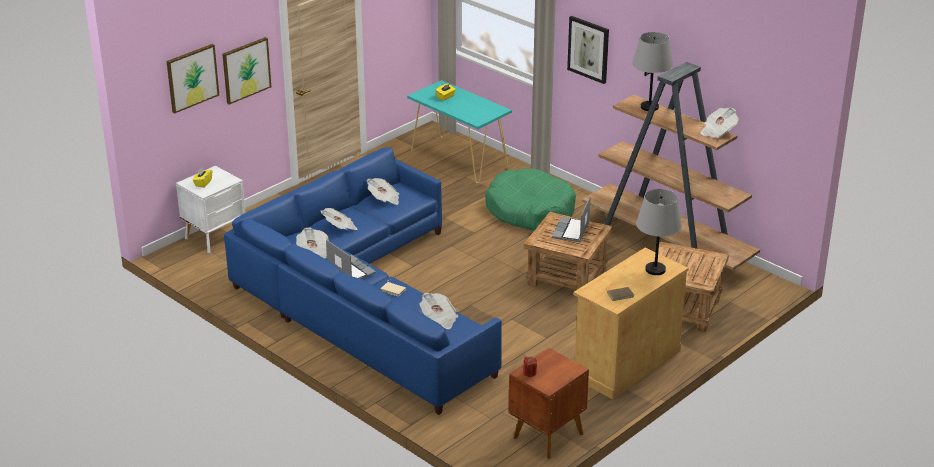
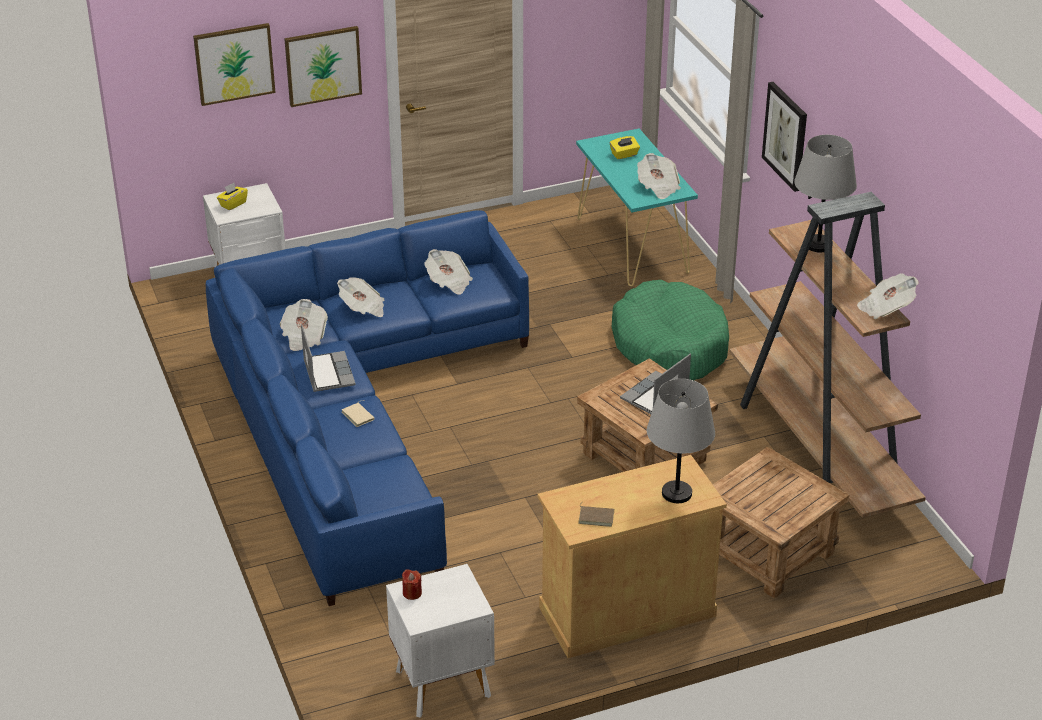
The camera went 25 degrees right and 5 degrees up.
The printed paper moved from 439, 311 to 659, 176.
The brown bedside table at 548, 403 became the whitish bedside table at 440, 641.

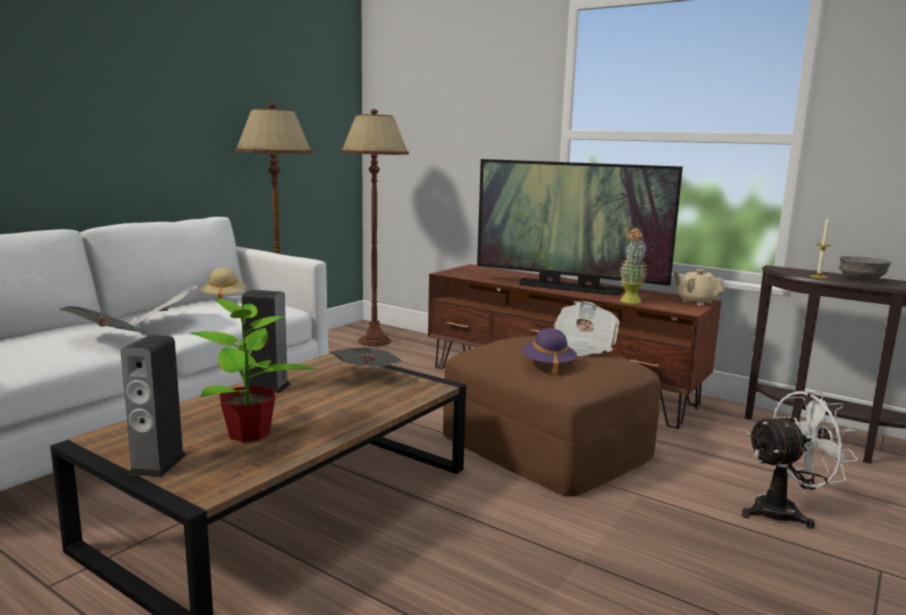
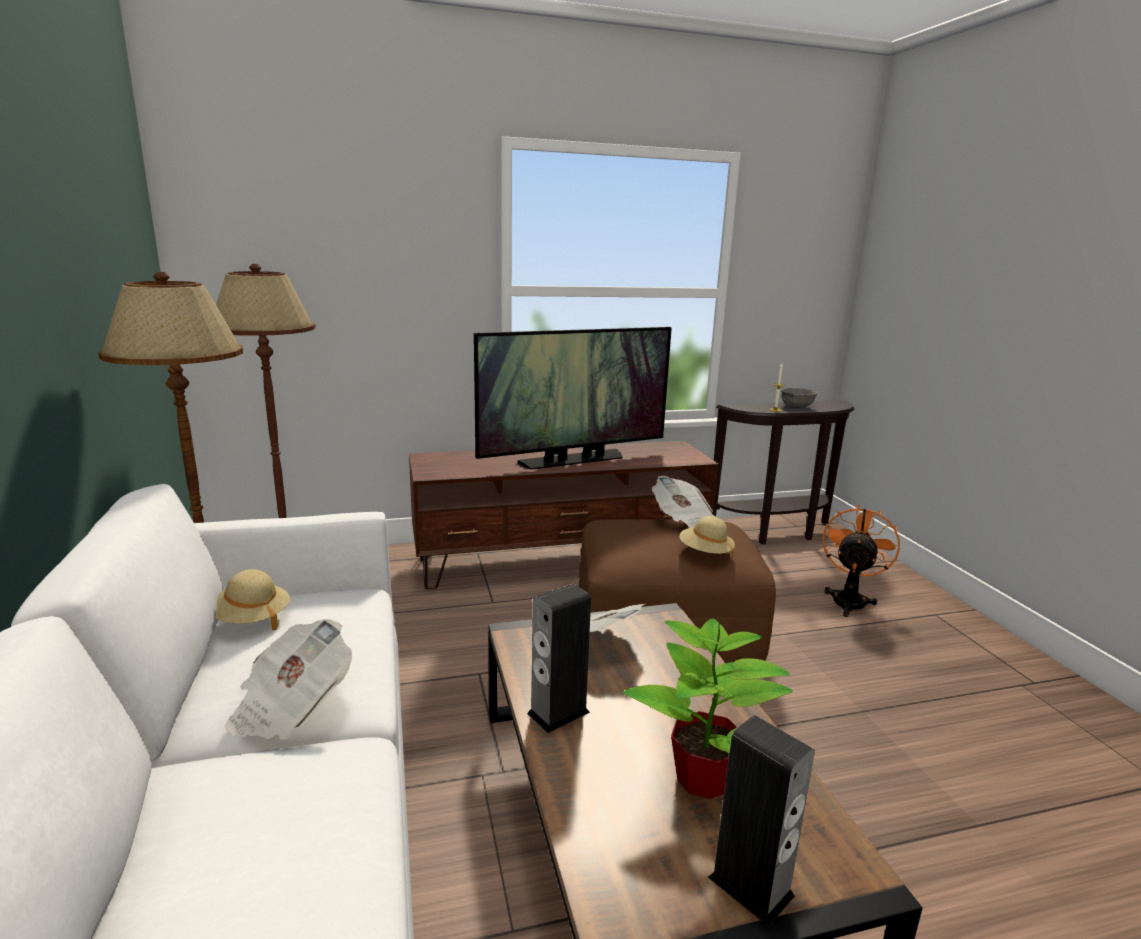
The camera went 50 degrees left and 5 degrees up.
The houseplant at 633, 265 disappeared.
The sand-coloured pot for tea at 699, 287 disappeared.
The printed paper at 102, 319 disappeared.
The purple wearable hat at 549, 351 became the sand-coloured wearable hat at 707, 538.
The whitish fan at 800, 460 became the orangey fan at 861, 560.

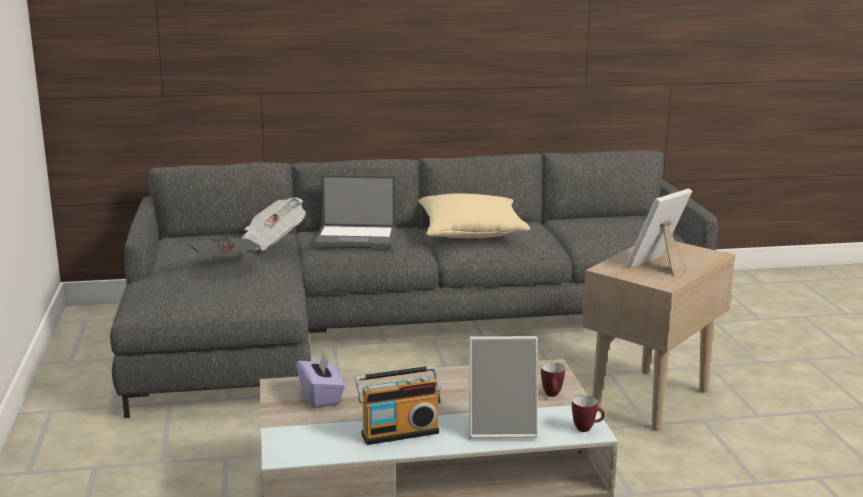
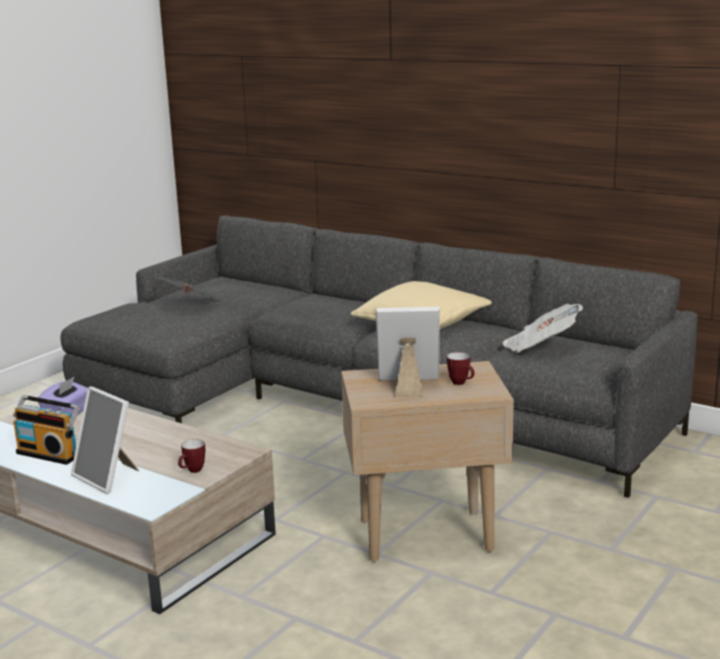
The camera went 45 degrees right and 0 degrees up.
The portable computer at 355, 211 disappeared.
The printed paper moved from 274, 224 to 542, 328.
The mug moved from 588, 413 to 460, 368.

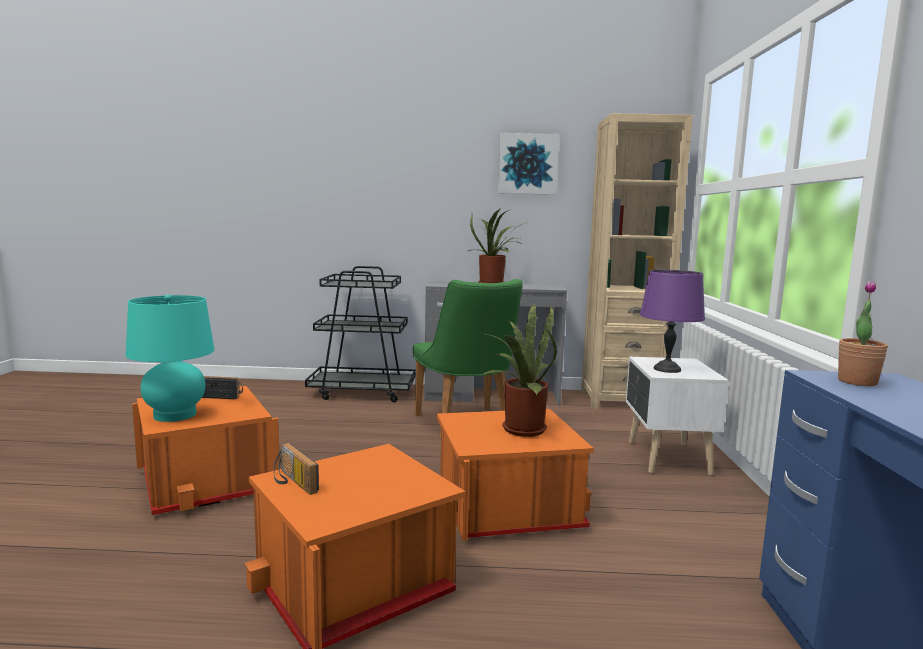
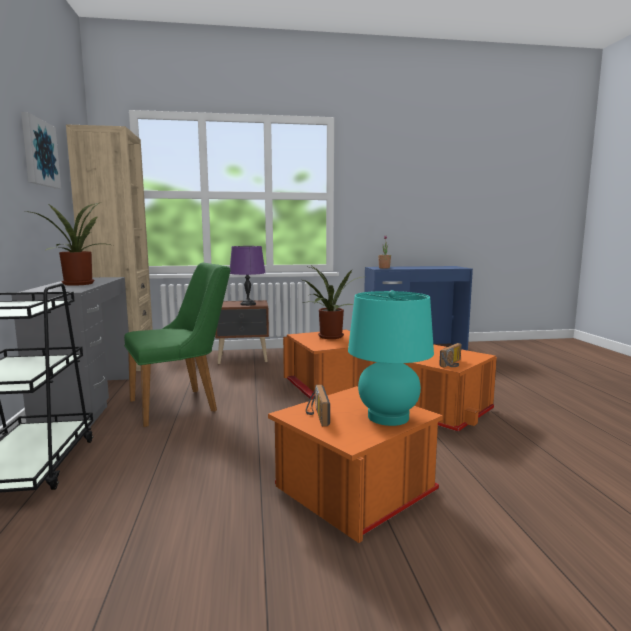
The camera went 100 degrees left and 0 degrees up.
The whitish bedside table at 677, 416 became the brown bedside table at 242, 332.

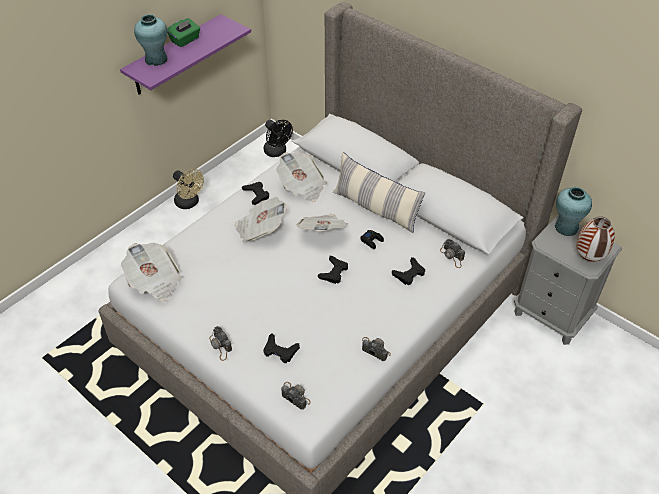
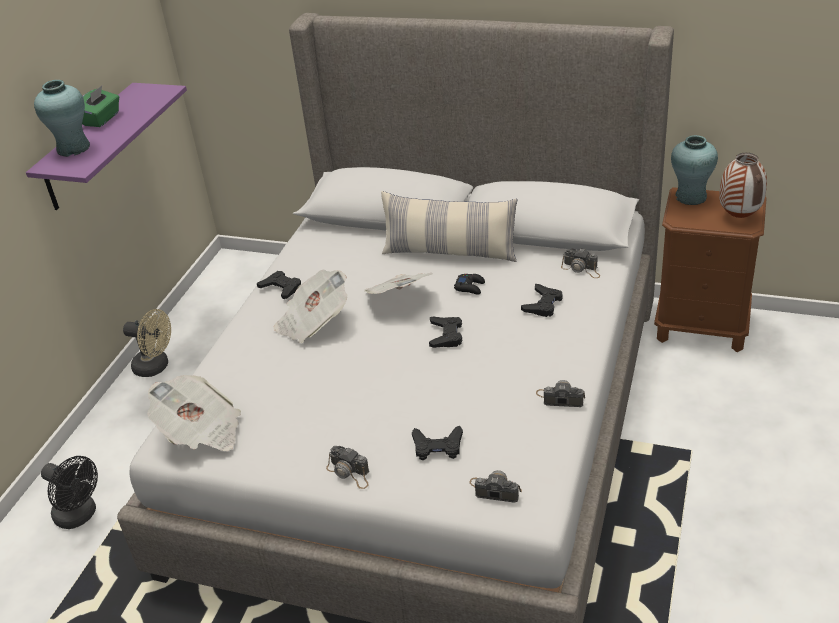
The camera went 20 degrees left and 10 degrees down.
The black fan moved from 278, 138 to 69, 492.
The printed paper at 301, 177 disappeared.
The grey bedside table at 568, 280 became the brown bedside table at 710, 269.

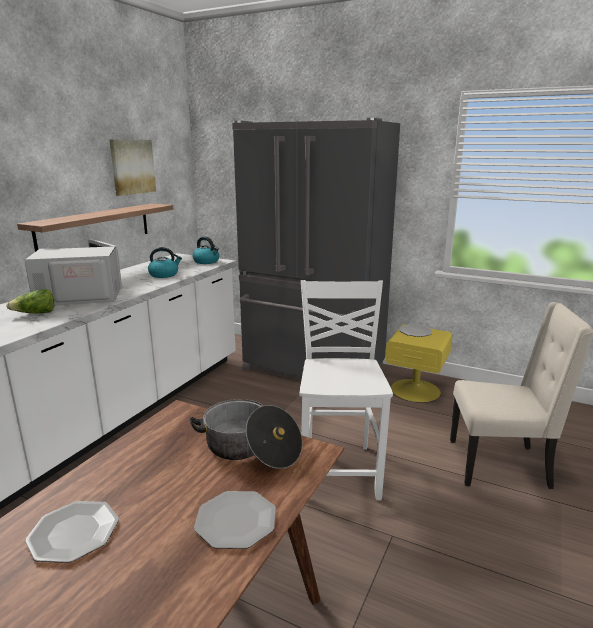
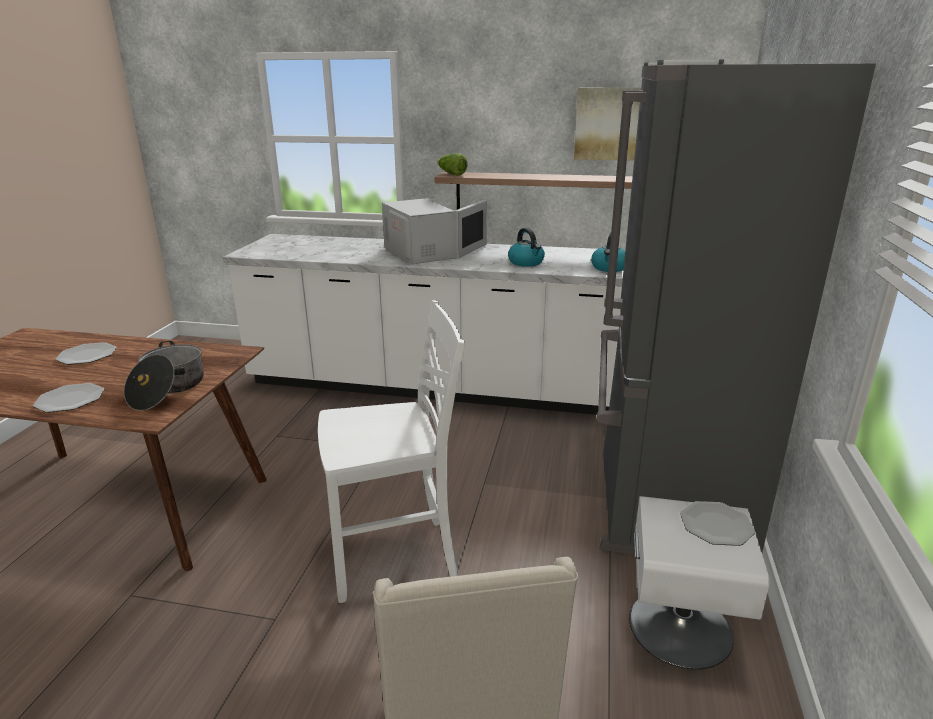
The camera went 75 degrees right and 5 degrees up.
The lettuce moved from 30, 301 to 452, 164.
The yellowish bedside table at 418, 364 became the whitish bedside table at 699, 582.

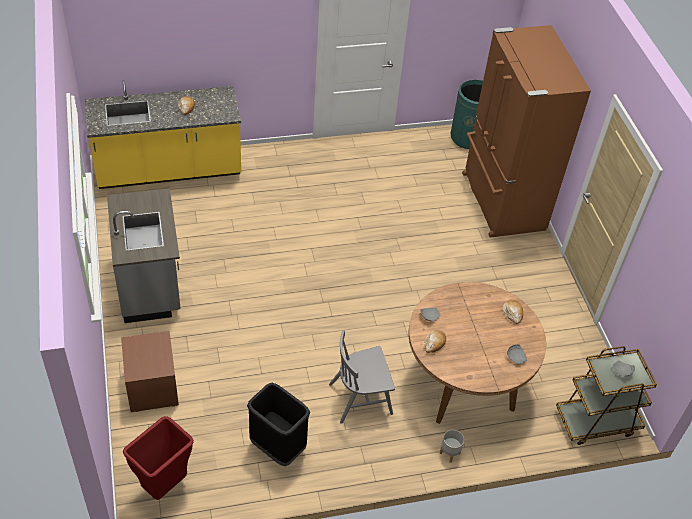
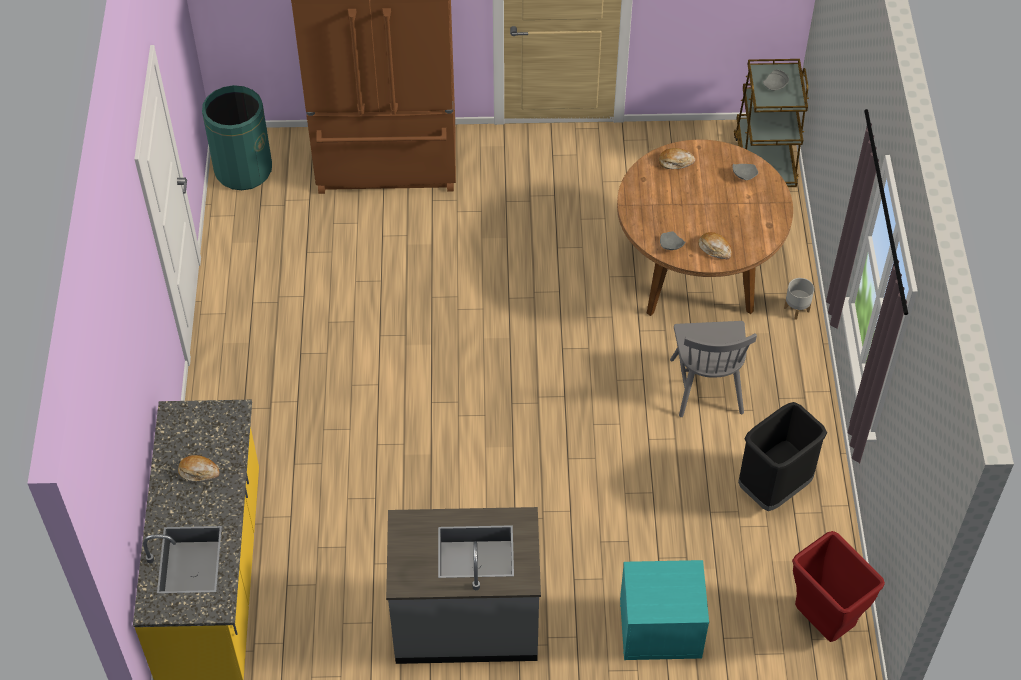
The camera went 75 degrees left and 5 degrees up.
The brown bedside table at 150, 371 became the turquoise bedside table at 664, 610.

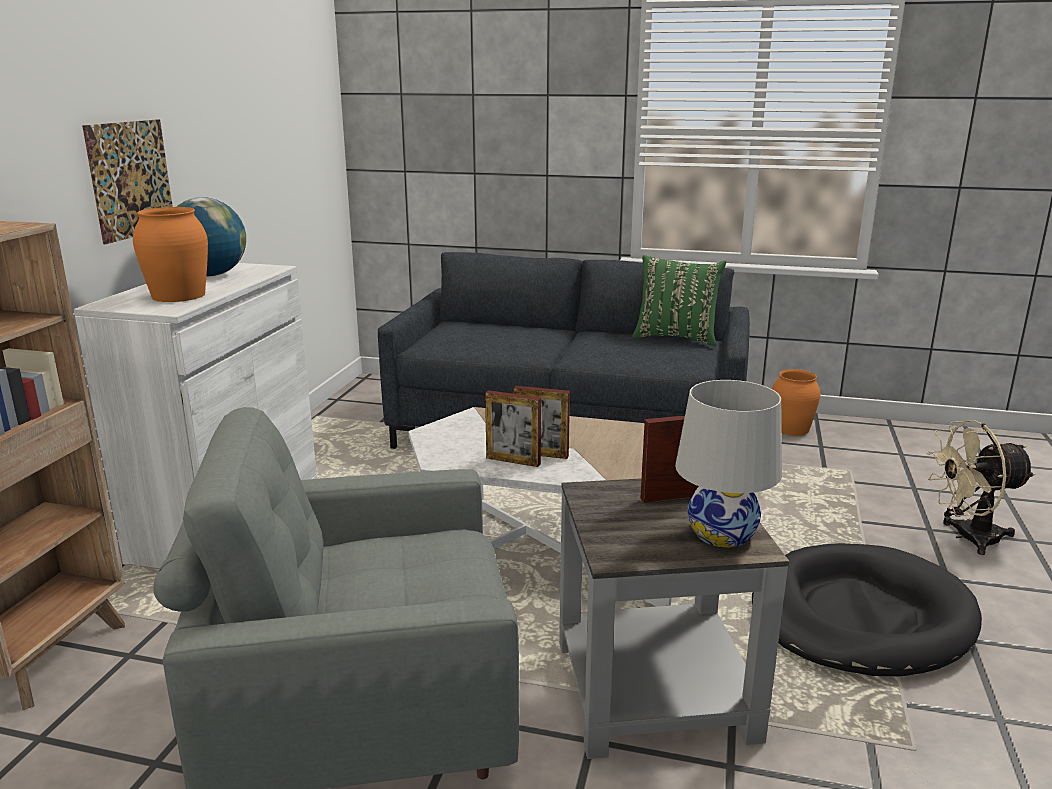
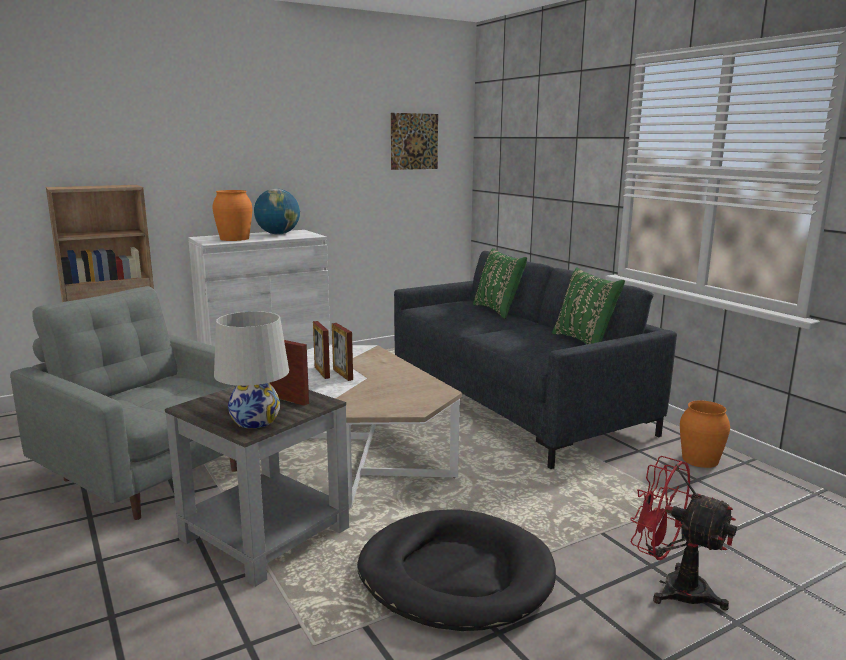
The camera went 45 degrees right and 5 degrees down.
The wall picture moved from 127, 181 to 414, 141.
The sand-coloured fan at 981, 487 became the reddish fan at 683, 533.
The greenish pillow at 500, 283 appeared.

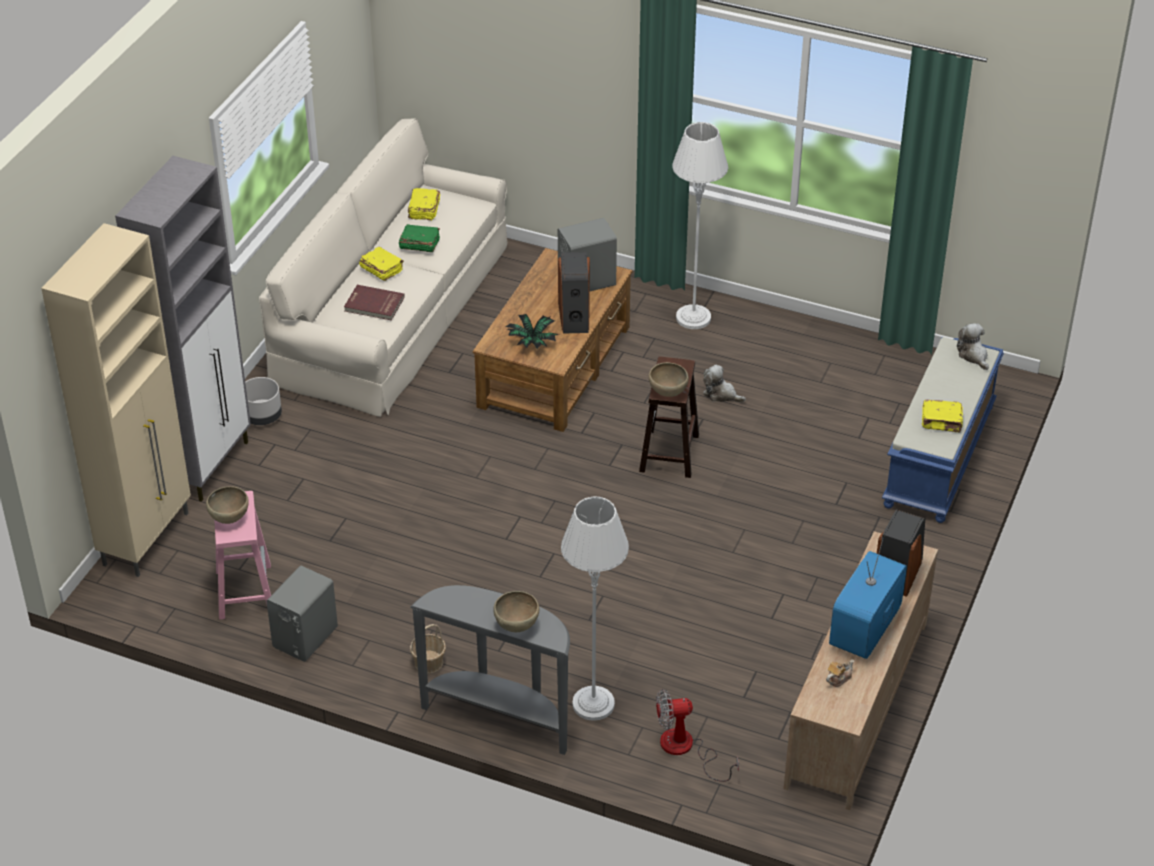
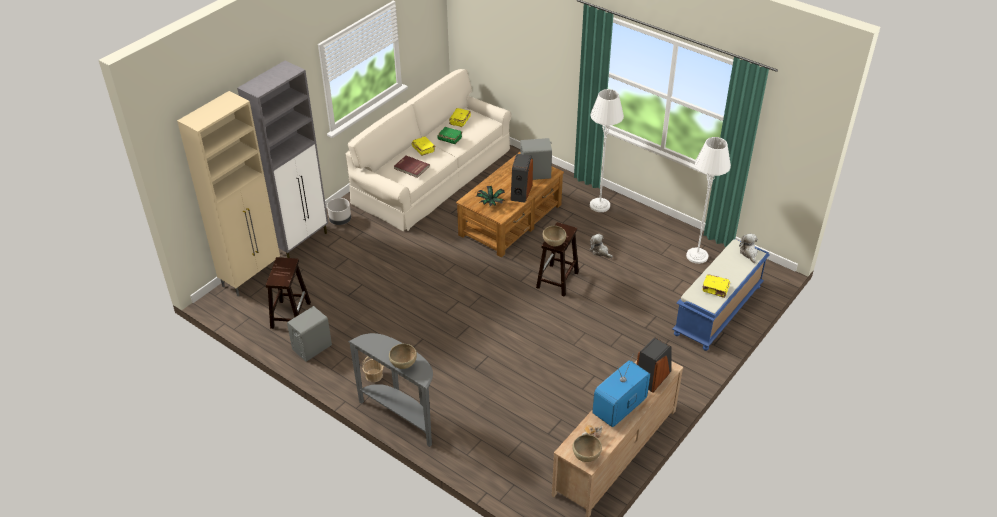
The camera went 15 degrees right and 0 degrees up.
The brown deep dish moved from 227, 505 to 587, 448.
The pinkish sitting stool at 242, 555 became the brown sitting stool at 288, 293.
The whitish standard lamp moved from 595, 608 to 708, 200.
The fan at 697, 735 disappeared.

